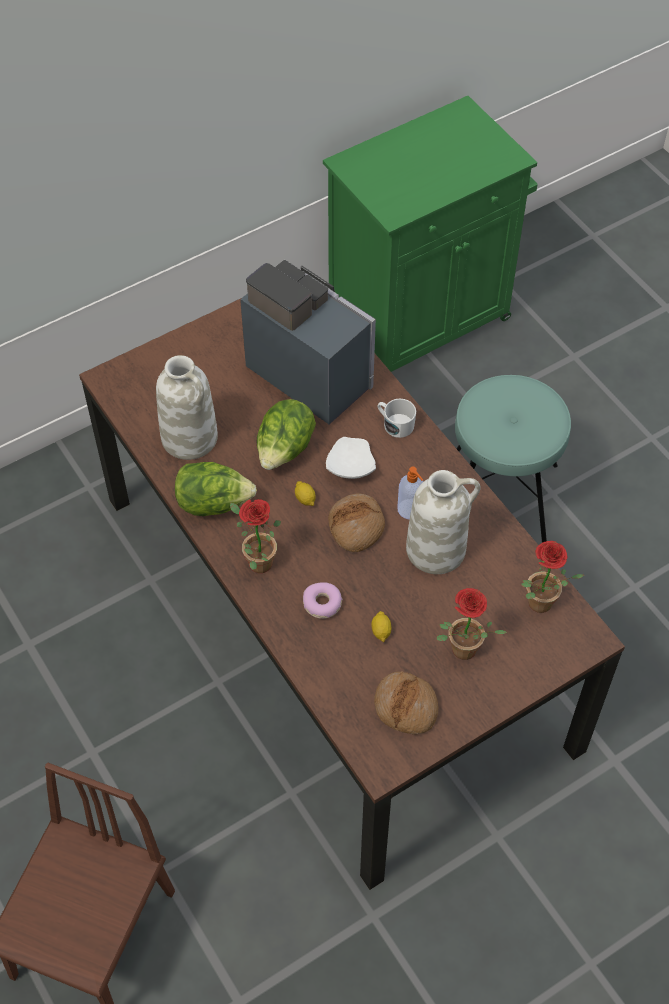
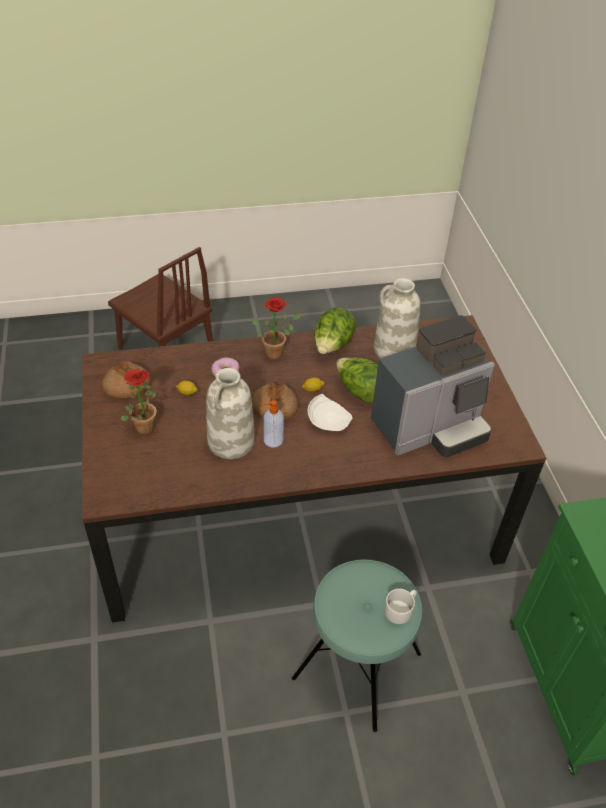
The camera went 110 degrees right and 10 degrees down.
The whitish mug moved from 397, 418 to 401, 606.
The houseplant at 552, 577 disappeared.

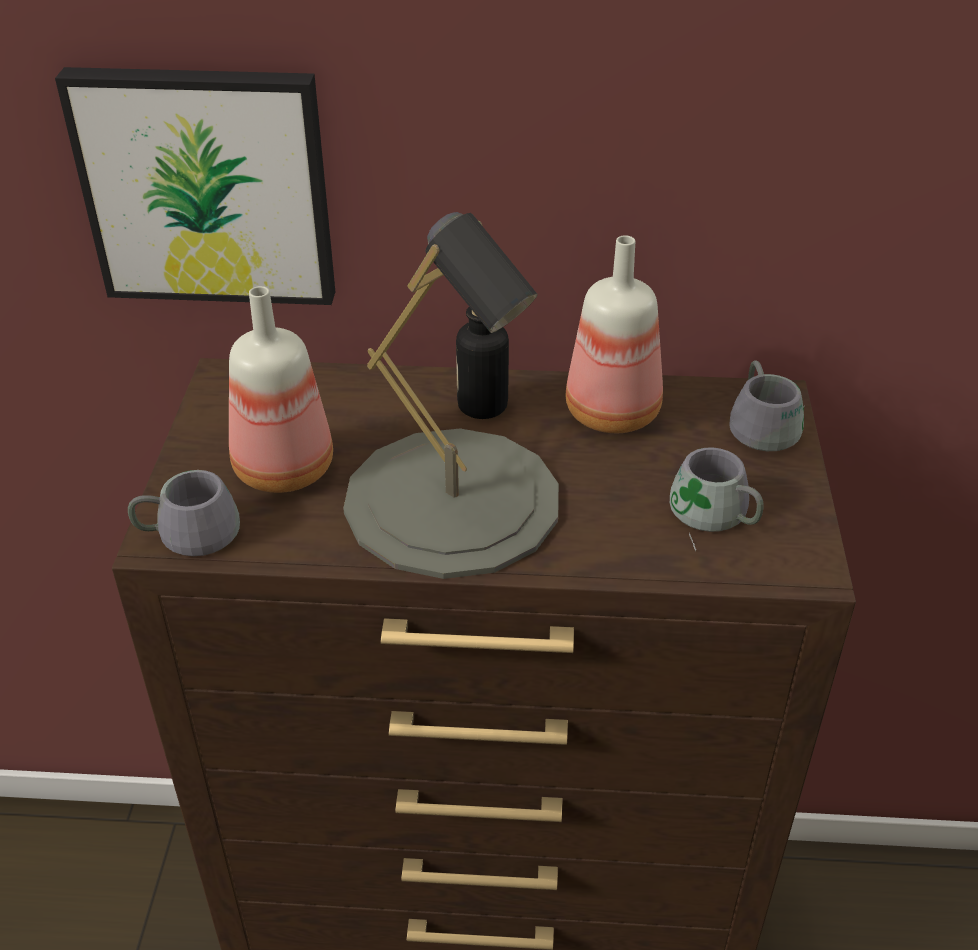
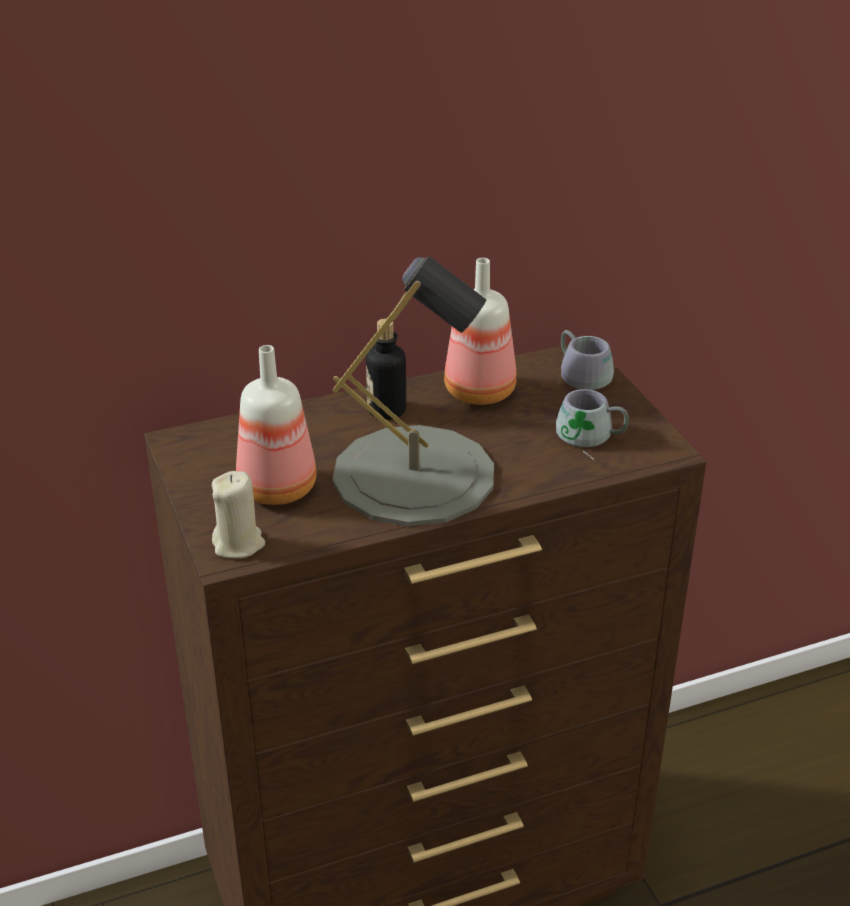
The camera went 25 degrees left and 5 degrees down.
The wall picture at 195, 186 disappeared.
The grey mug at 184, 513 was replaced by the sand-coloured wax light at 238, 515.

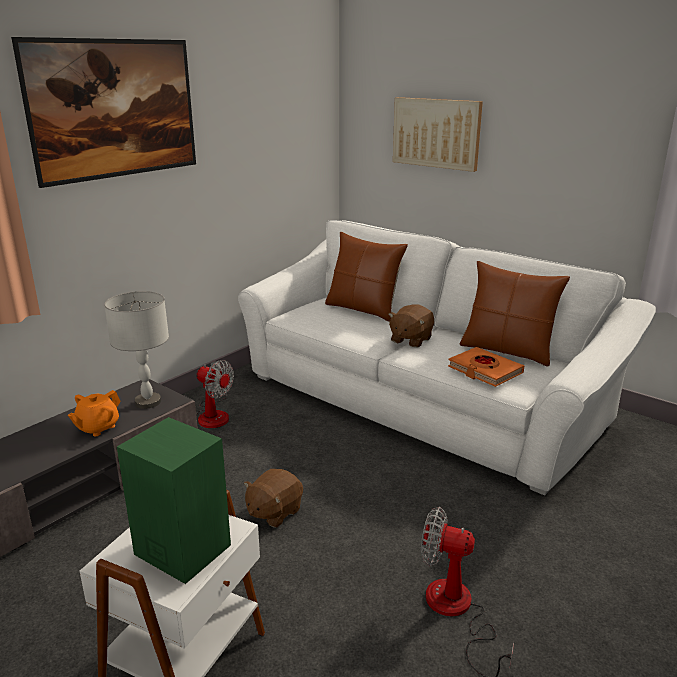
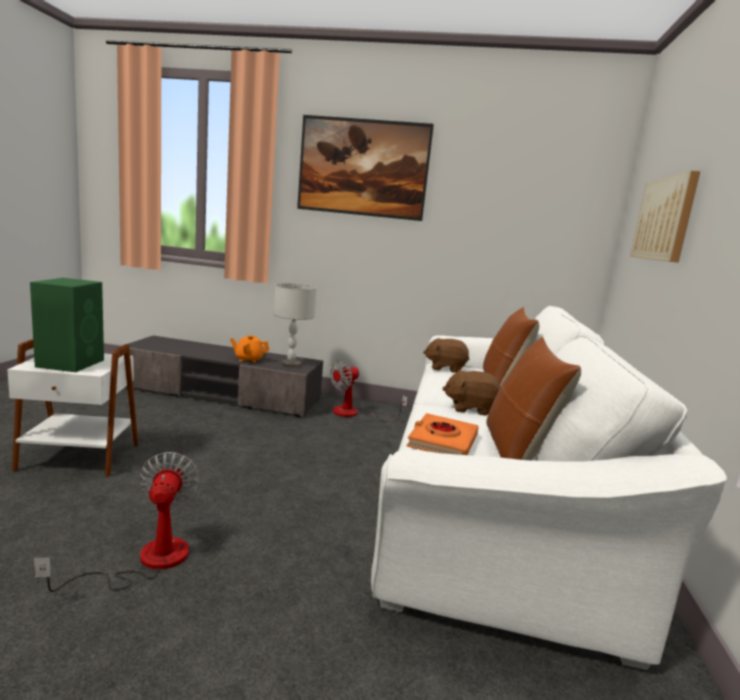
The camera went 60 degrees right and 10 degrees down.
The fan at 215, 394 turned 45 degrees clockwise.
The brown soft toy moved from 273, 498 to 446, 355.

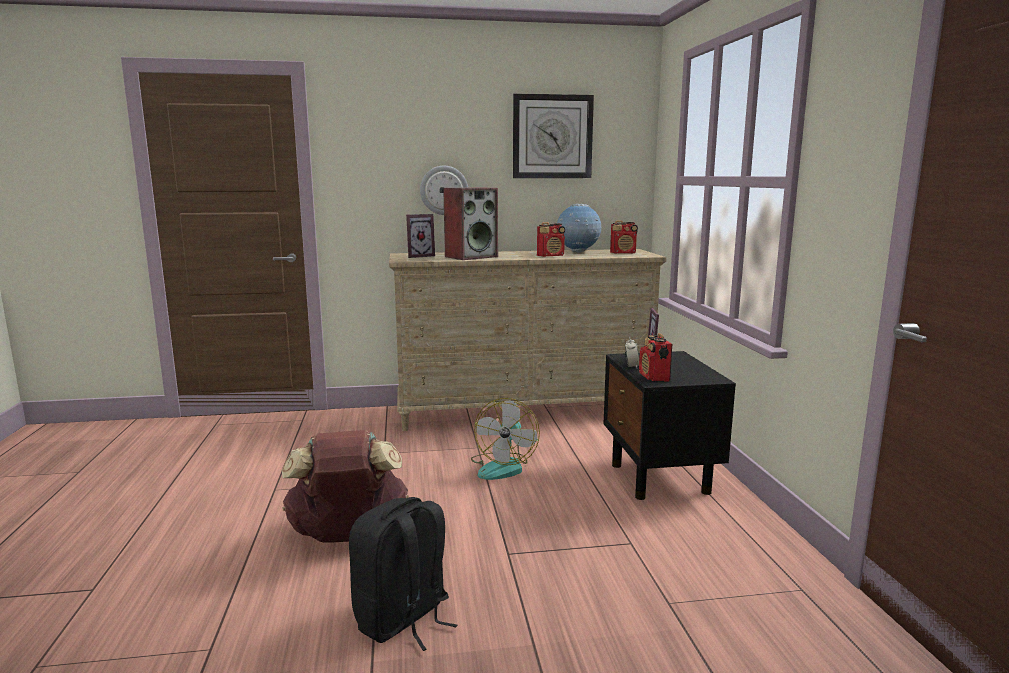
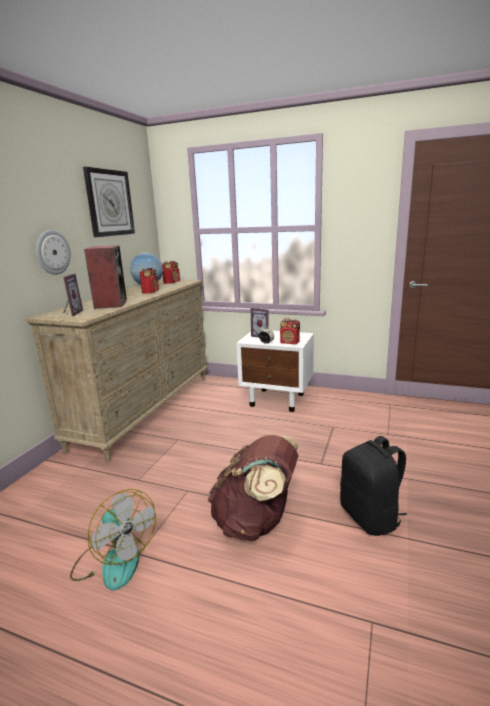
The camera went 60 degrees left and 5 degrees up.
The black bedside table at 669, 425 became the whitish bedside table at 275, 371.
The fan moved from 505, 439 to 113, 540.

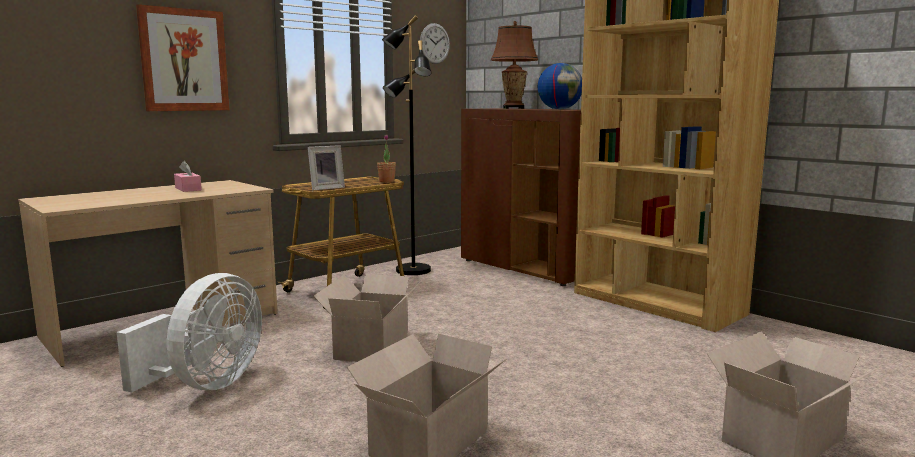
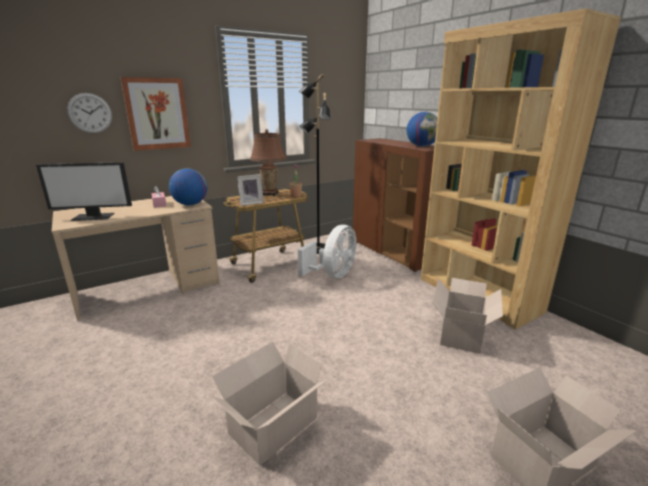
The camera went 10 degrees right and 10 degrees up.
The brown lamp for a table moved from 514, 65 to 268, 162.
The clock on the wall moved from 435, 43 to 89, 113.
The whitish fan moved from 189, 332 to 327, 251.
The carton moved from 368, 318 to 467, 316.
The monitor at 84, 191 appeared.
The desk globe at 188, 186 appeared.

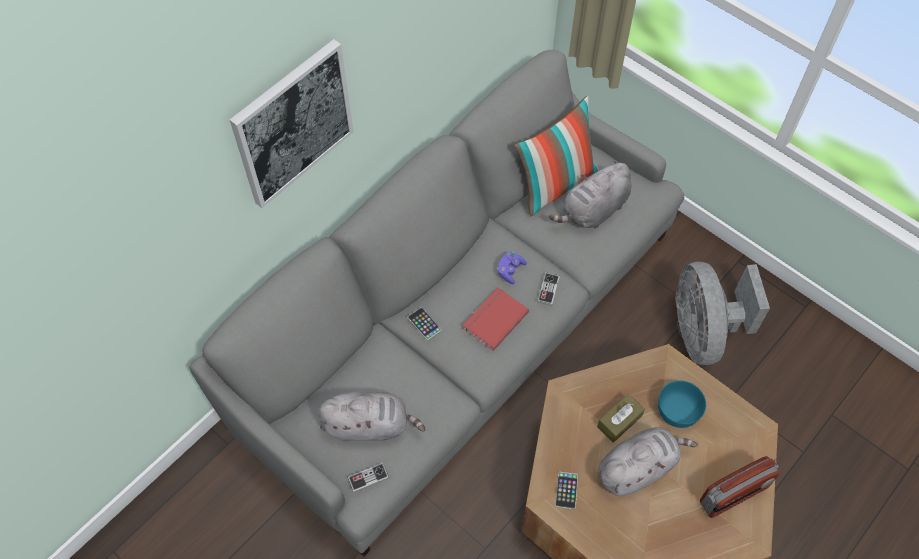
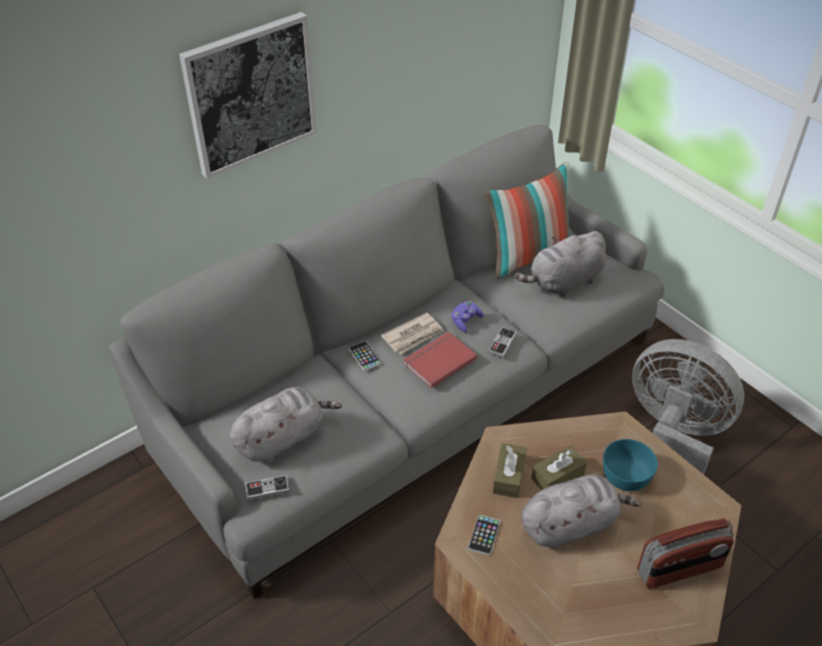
The camera went 10 degrees right and 15 degrees down.
The grey fan at 722, 313 turned 120 degrees clockwise.
The grey soft toy at 371, 417 turned 45 degrees counterclockwise.
The printed paper at 412, 333 appeared.
The brown tissue holder at 510, 470 appeared.

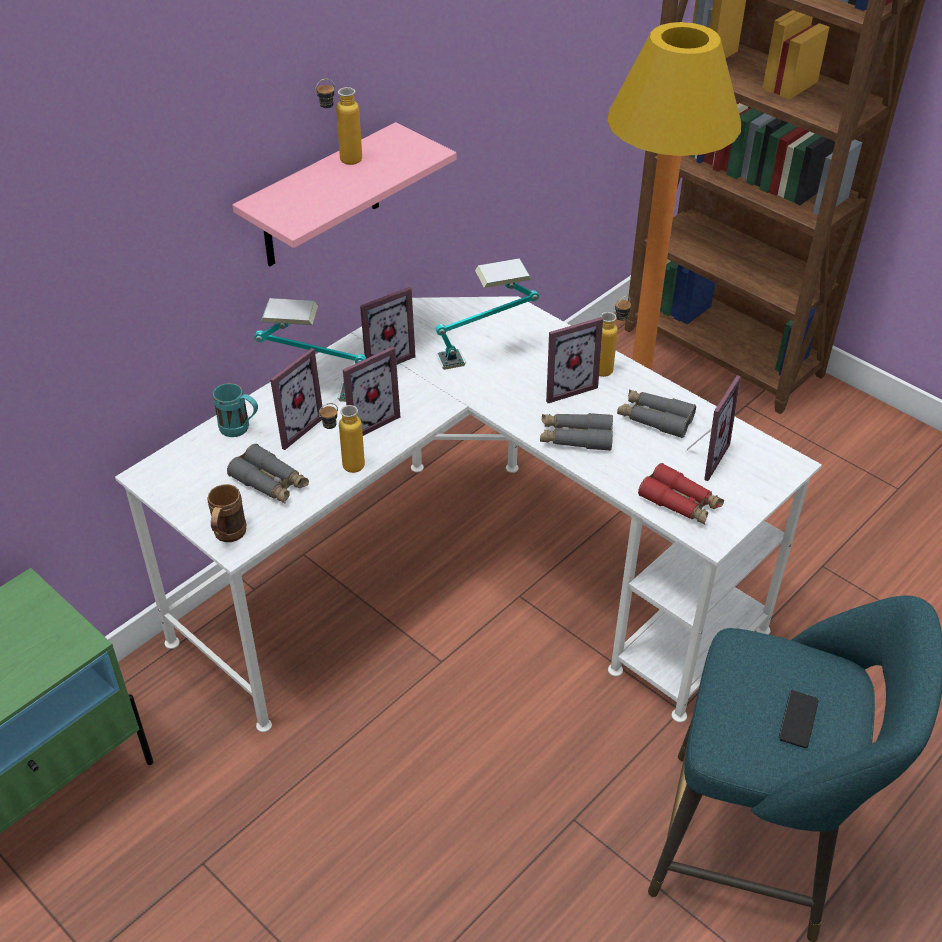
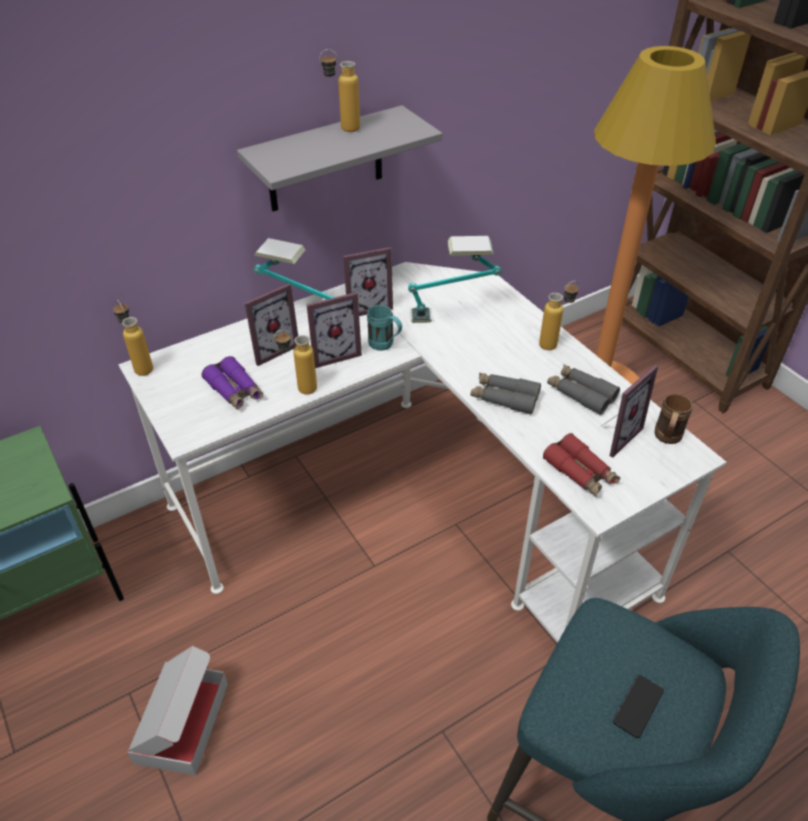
The camera went 15 degrees right and 0 degrees up.
The pinkish shelf at 344, 194 became the grey shelf at 339, 158.
The standing frame at 574, 360 disappeared.
The turquoise mug moved from 235, 410 to 384, 328.
The grey field glasses at 268, 474 became the purple field glasses at 232, 383.
The brown mug moved from 226, 513 to 674, 419.
The drink bottle at 133, 338 appeared.
The carton at 177, 710 appeared.

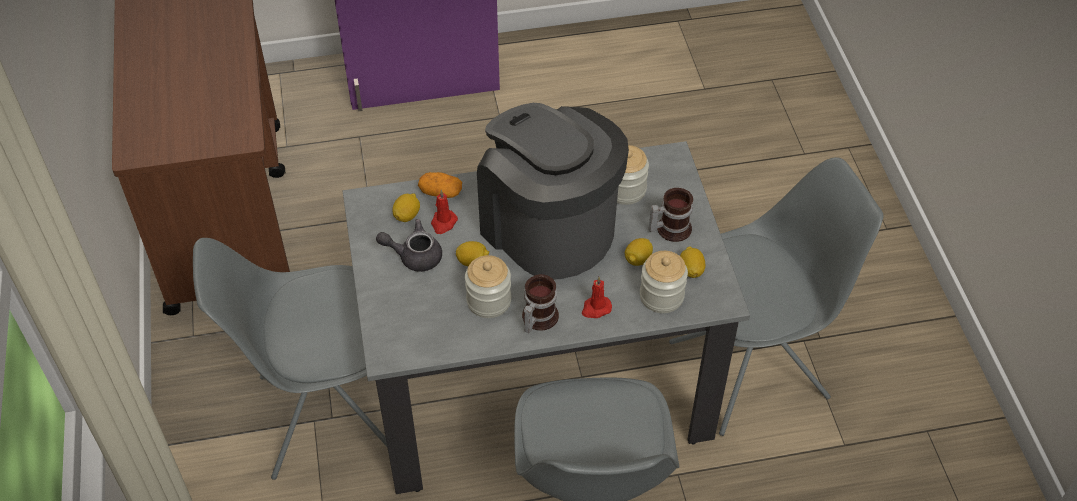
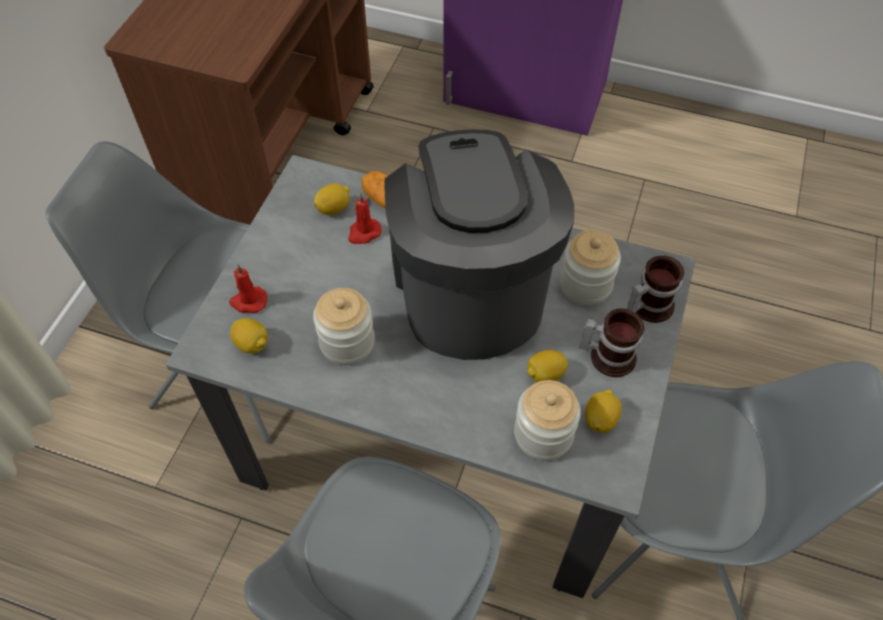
The camera went 30 degrees right and 5 degrees up.
The grey pot for tea at 409, 245 disappeared.
The citrus fruit moved from 472, 254 to 249, 336.
The mug moved from 540, 303 to 655, 289.
The reddish wax light moved from 597, 297 to 248, 288.

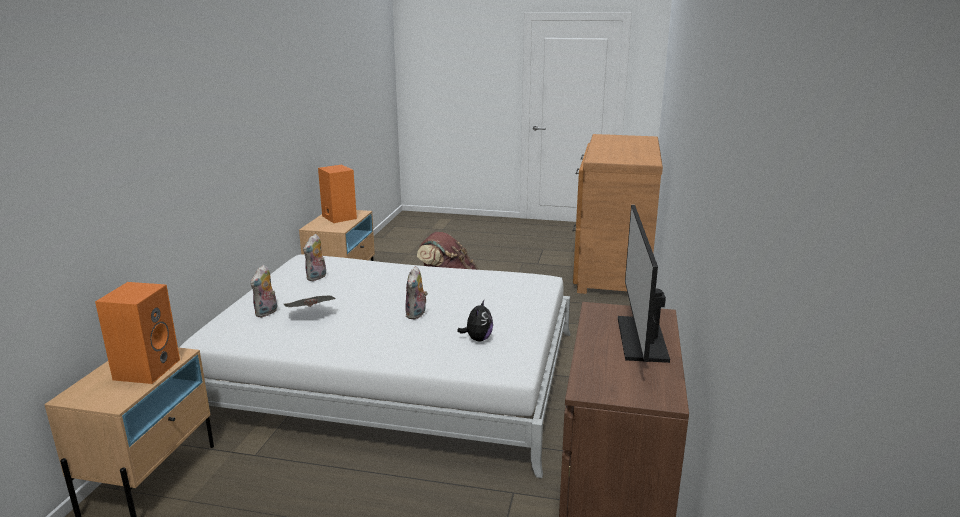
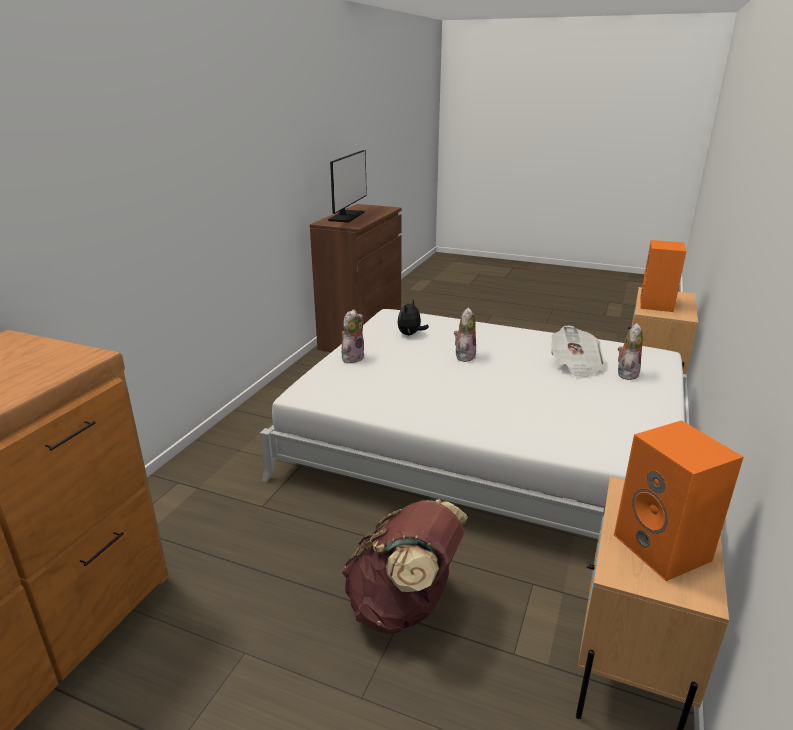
The camera went 170 degrees left and 5 degrees up.
The soft toy moved from 314, 257 to 353, 336.

